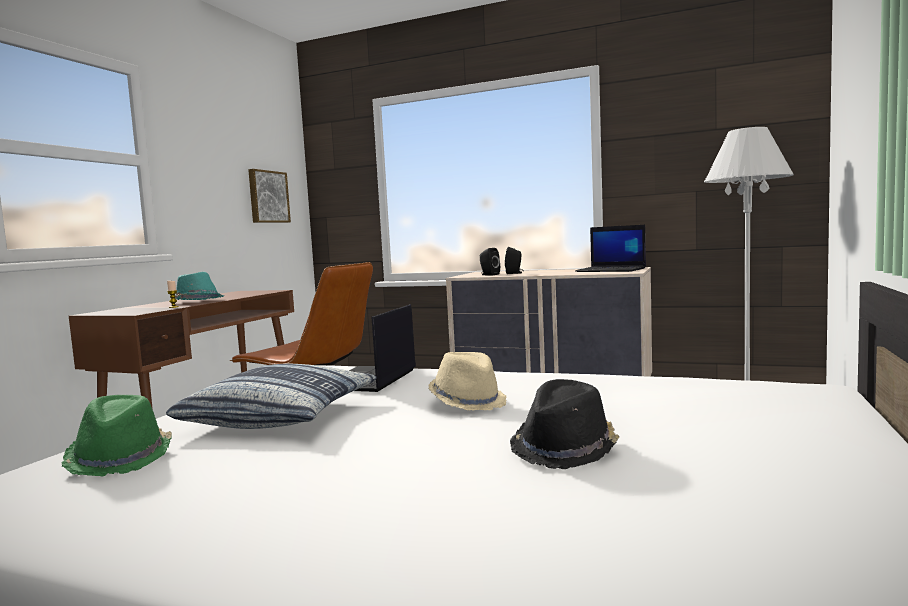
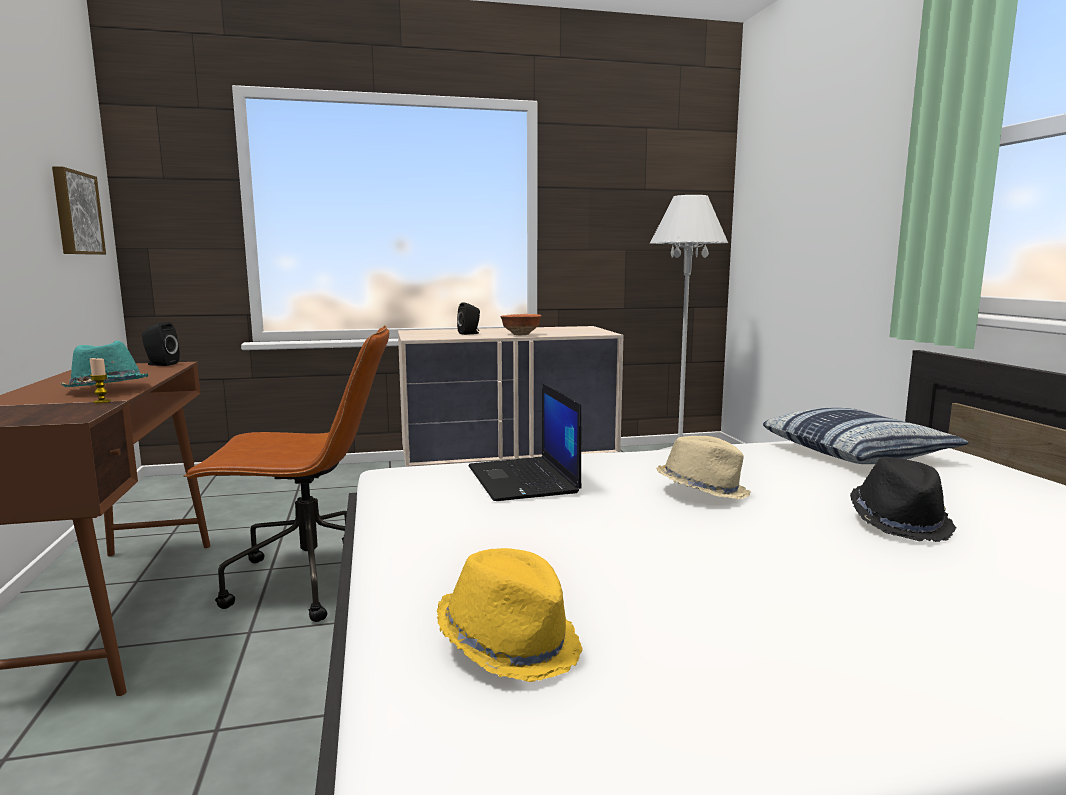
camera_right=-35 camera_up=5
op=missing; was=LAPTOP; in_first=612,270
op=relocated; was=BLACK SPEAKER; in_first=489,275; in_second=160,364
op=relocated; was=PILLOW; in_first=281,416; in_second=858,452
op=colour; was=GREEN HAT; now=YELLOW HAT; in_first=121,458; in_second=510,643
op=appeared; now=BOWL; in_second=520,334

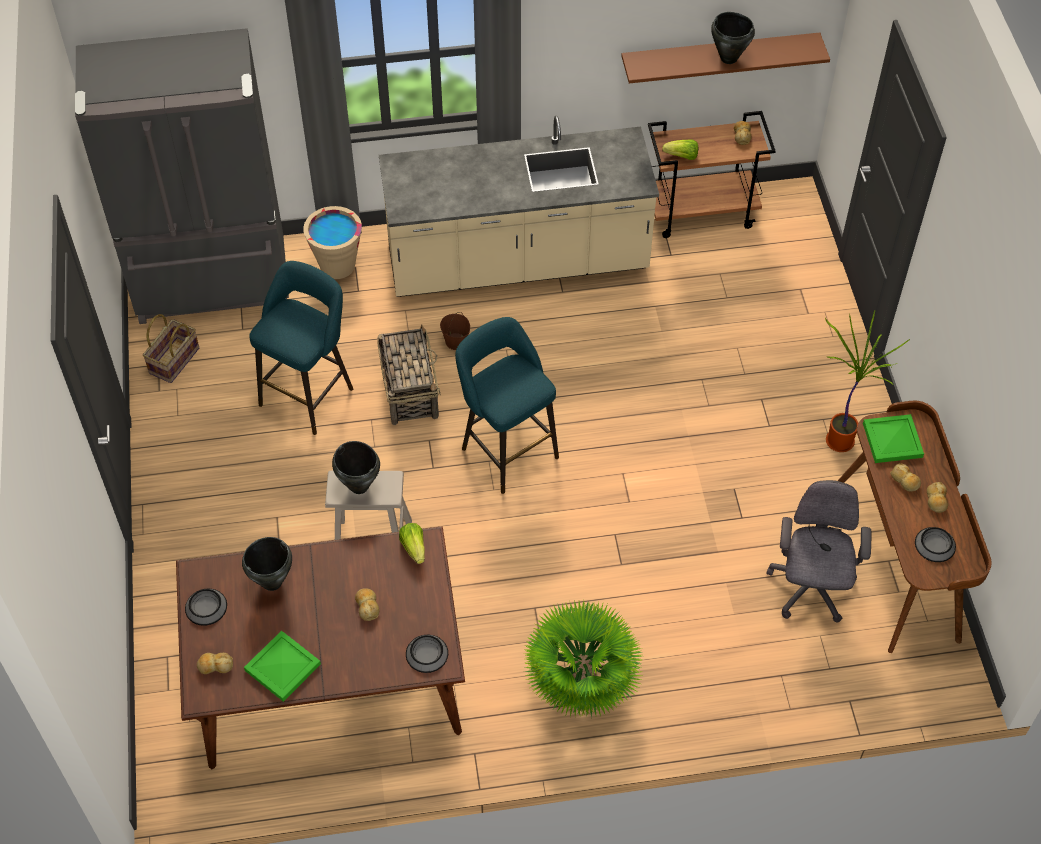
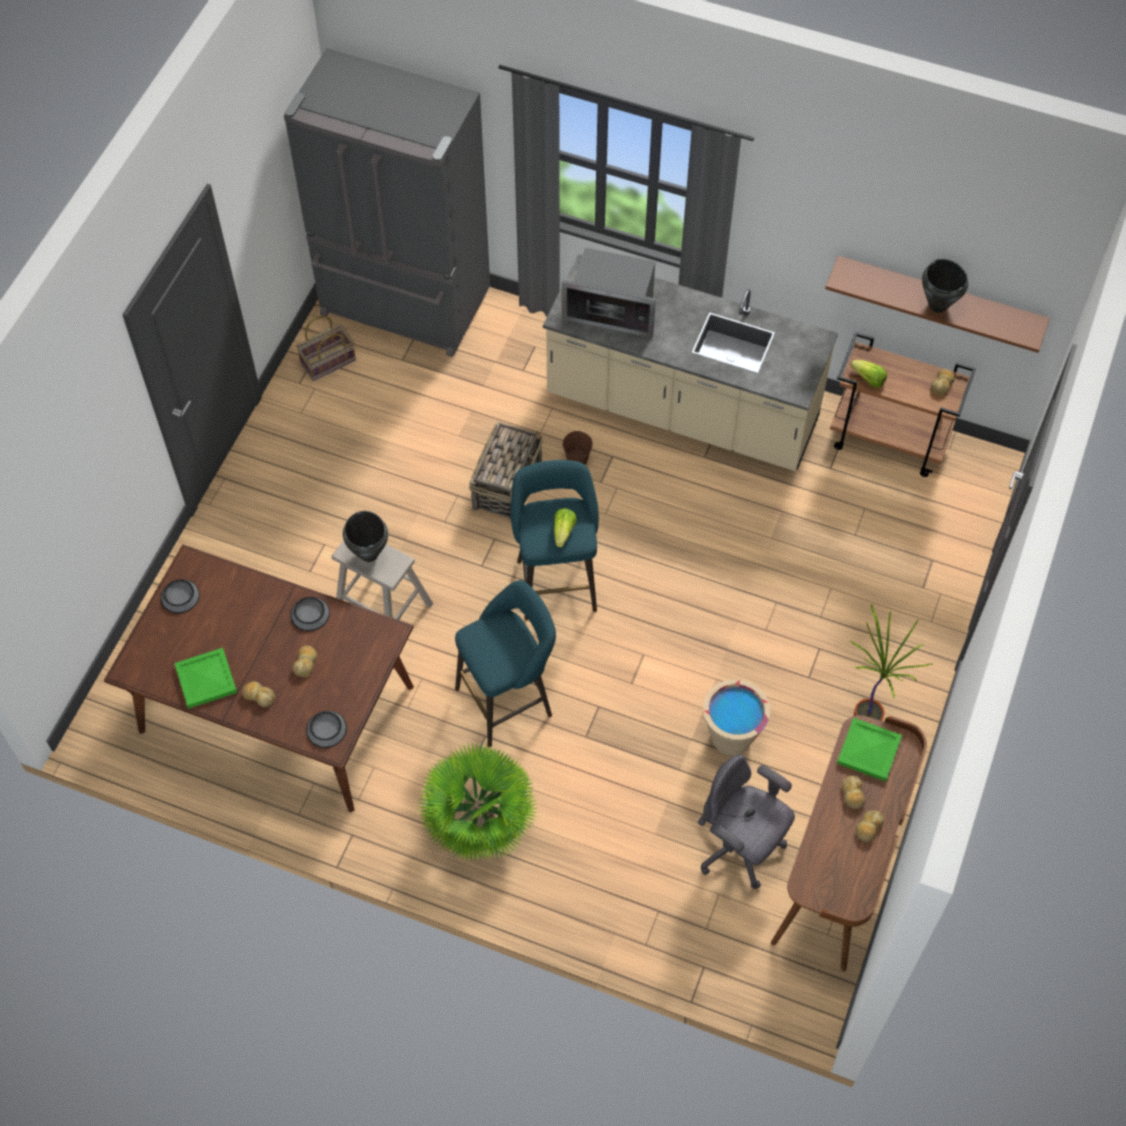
camera_right=30 camera_up=5
op=relocated; was=BEIGE BUCKET; in_first=337,266; in_second=731,737
op=relocated; was=TURQUOISE STOOL; in_first=309,393; in_second=509,699
op=spun; was=GREY OFFICE CHAIR; in_first=810,588; in_second=739,847; clockwise=-90
op=relocated; was=LETTUCE; in_first=414,547; in_second=563,531
op=relocated; was=BOWL; in_first=935,544; in_second=309,614
op=missing; was=BLACK COOKING POT; in_first=271,582
op=relocated; was=BREAD; in_first=215,665; in_second=258,696
op=appeared; now=MICROWAVE; in_second=612,310

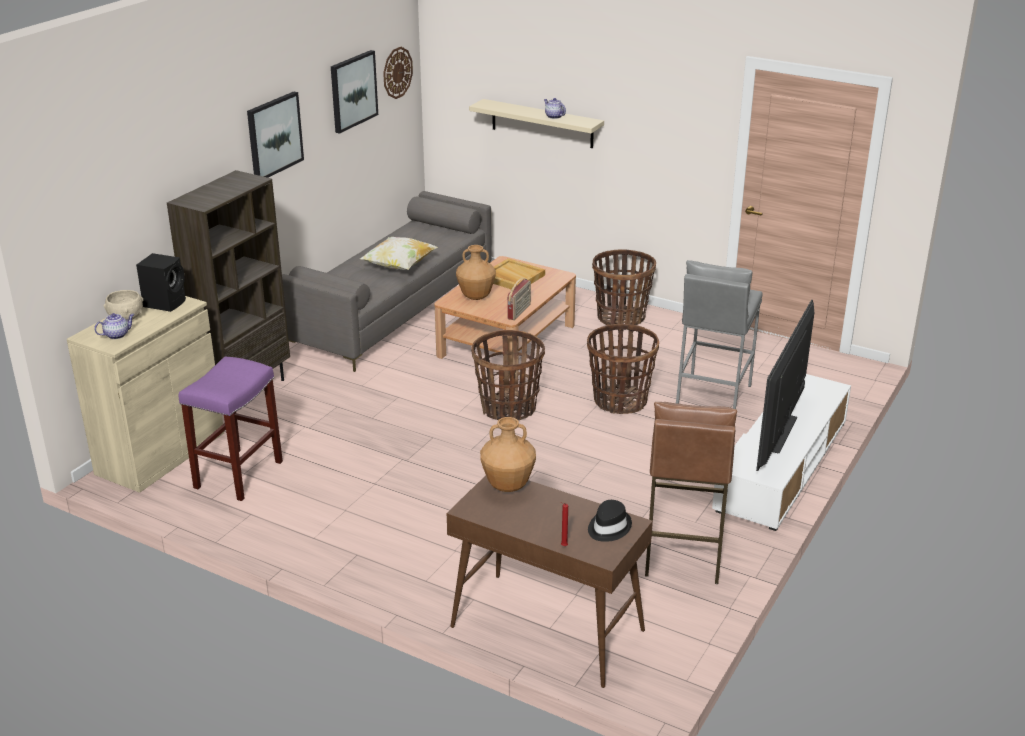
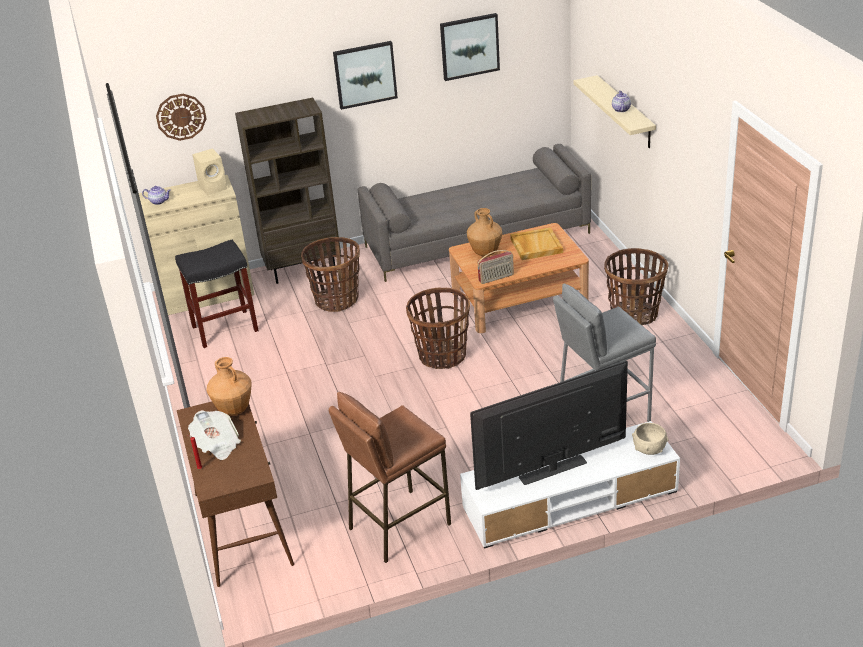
camera_right=45 camera_up=5
op=relocated; was=WALL CLOCK; in_first=397,72; in_second=181,116
op=missing; was=PILLOW; in_first=399,266
op=colour; was=BLACK SPEAKER; now=BEIGE SPEAKER; in_first=166,303; in_second=214,187
op=relocated; was=BEIGE BOWL; in_first=126,318; in_second=649,449
op=relocated; was=BASKET; in_first=619,401; in_second=337,300
op=colour; was=PURPLE STOOL; now=BLACK STOOL; in_first=238,475; in_second=224,329
op=missing; was=BLACK HAT; in_first=608,527
op=appeared; now=NEWSPAPER; in_second=217,445

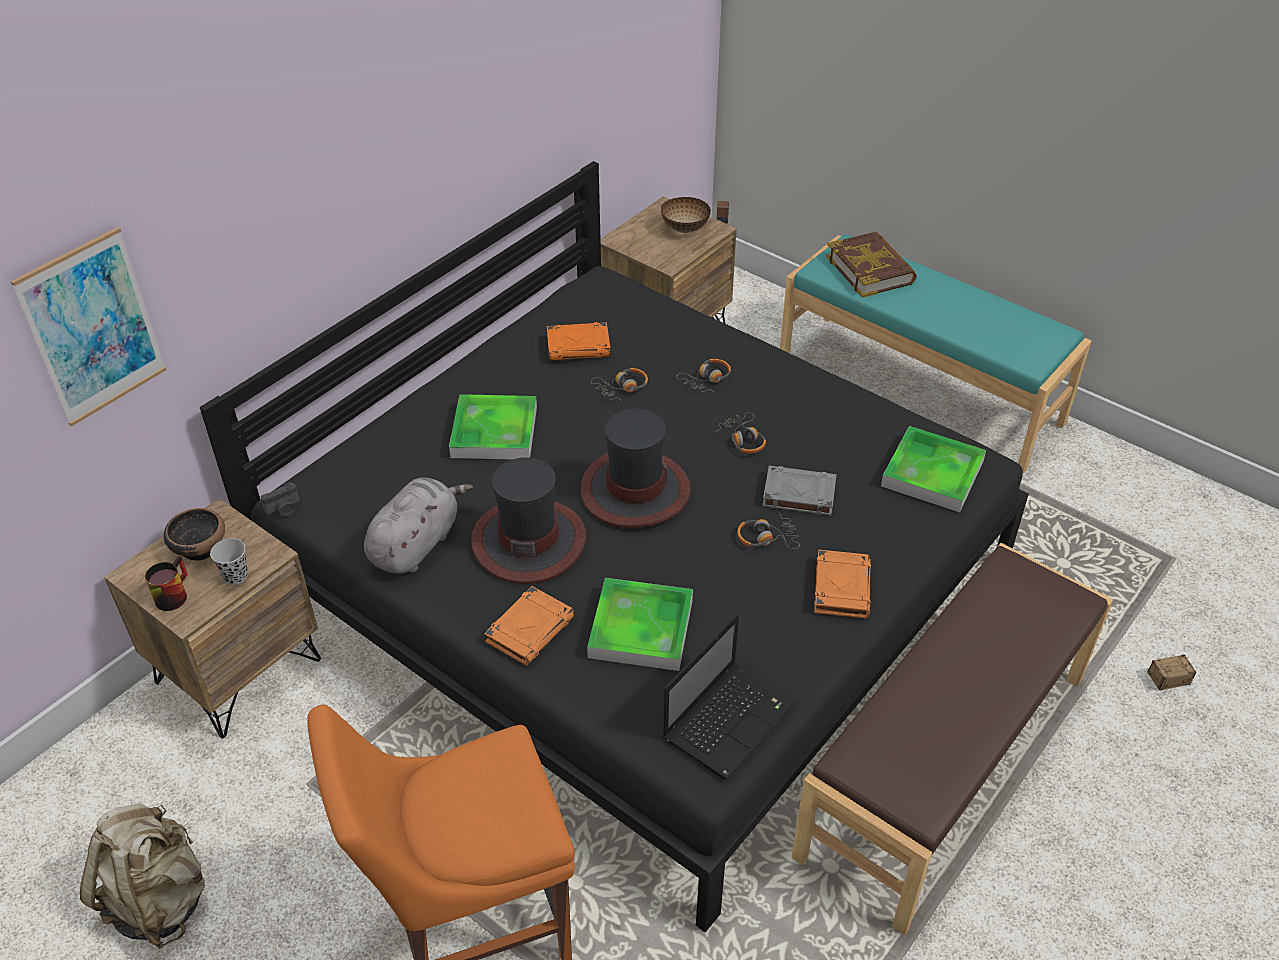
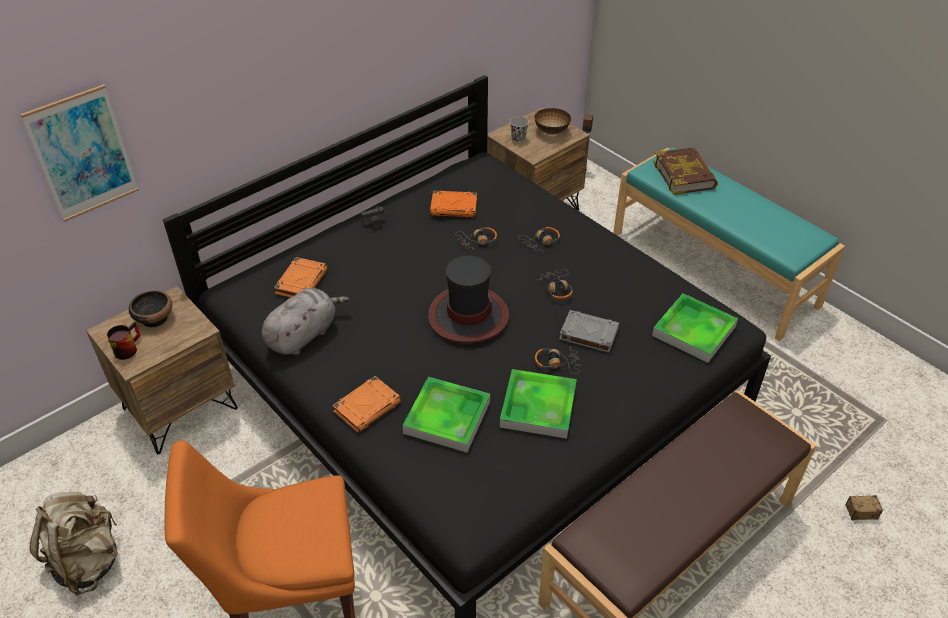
camera_right=10 camera_up=0
op=relocated; was=TRAY; in_first=494,432; in_second=538,407
op=missing; was=HAT; in_first=529,540
op=relocated; was=PHOTO CAMERA; in_first=284,509; in_second=374,224
op=relocated; was=BLACK CUP; in_first=236,576; in_second=518,139
op=relocated; was=ORANGE BOOK; in_first=841,587; in_second=302,281
op=missing; was=LAPTOP; in_first=730,719

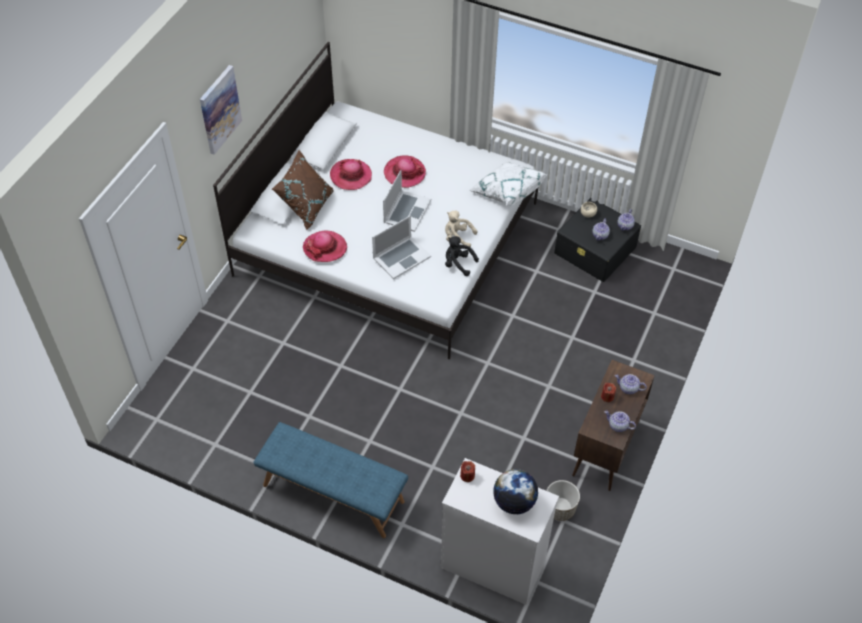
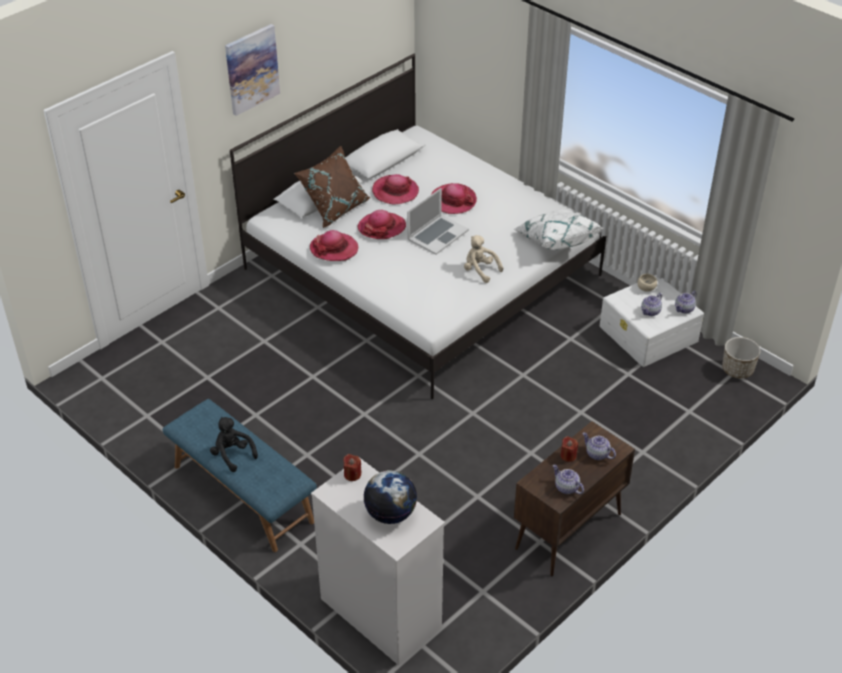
camera_right=20 camera_up=-10
op=colour; was=BLACK STORAGE BOX; now=WHITE STORAGE BOX; in_first=595,250; in_second=648,334
op=missing; was=LAPTOP; in_first=401,257
op=relocated; was=BLACK PLUSH TOY; in_first=458,263; in_second=232,455
op=relocated; was=PLANTER; in_first=560,508; in_second=737,369
op=appeared; now=HAT; in_second=382,227

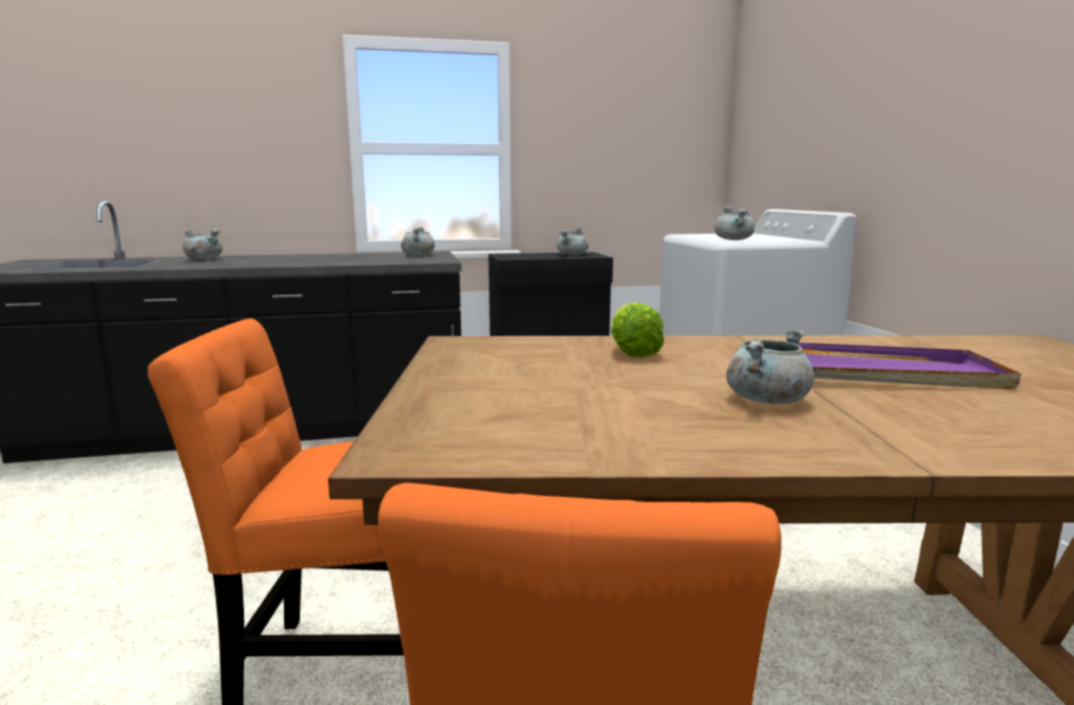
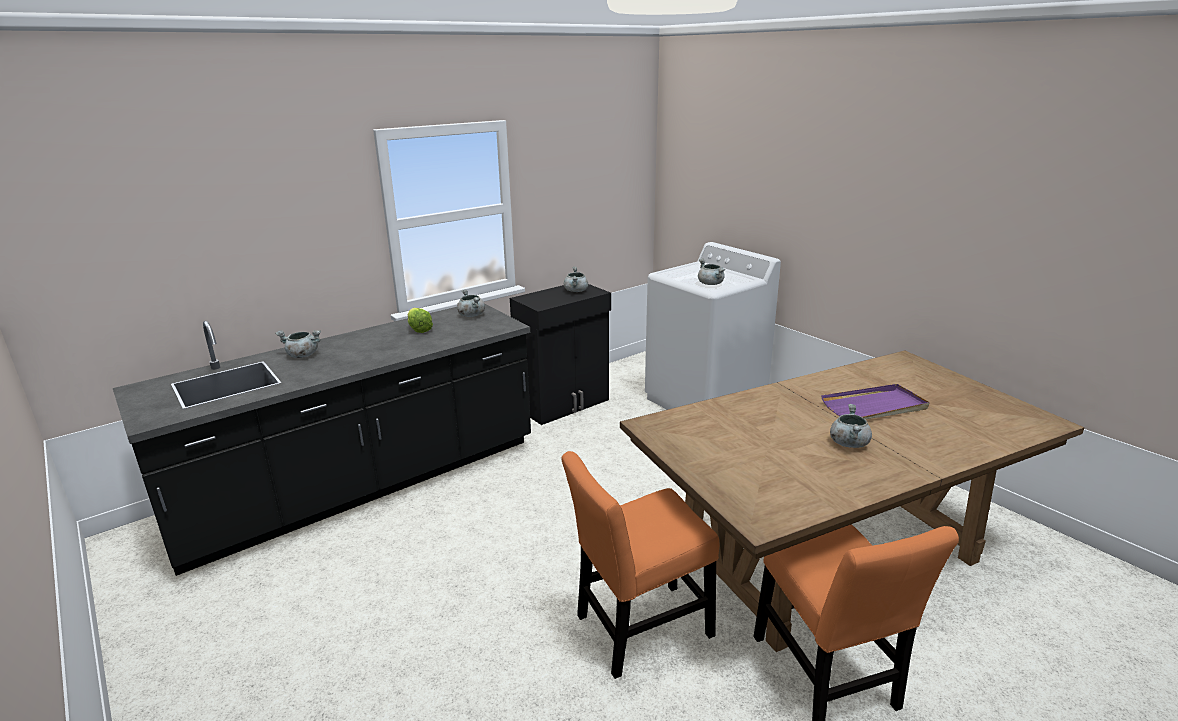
camera_right=-25 camera_up=10
op=relocated; was=LETTUCE; in_first=632,350; in_second=419,328

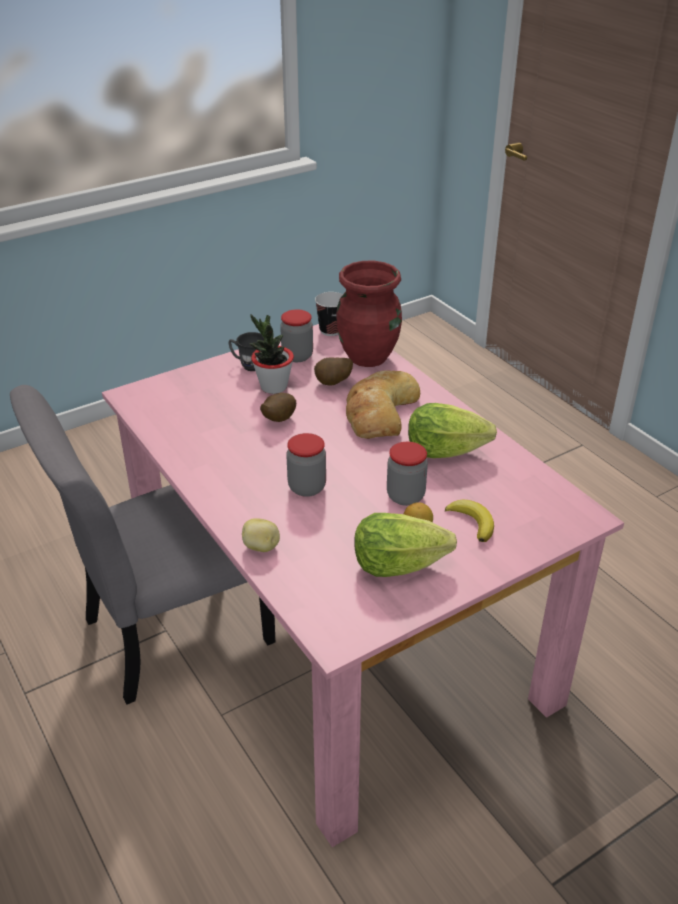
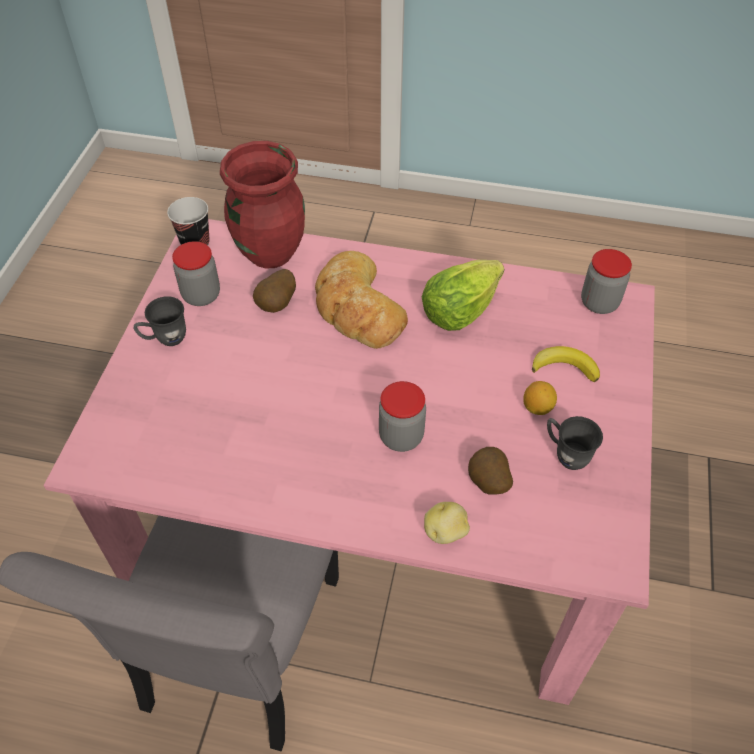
camera_right=-45 camera_up=15
op=missing; was=POTTED PLANT; in_first=273,387
op=relocated; was=POTATO; in_first=277,420; in_second=487,483
op=relocated; was=JAR; in_first=405,496; in_second=599,303
op=exchanged; was=LETTUCE; now=GREY MUG; in_first=397,564; in_second=566,454

